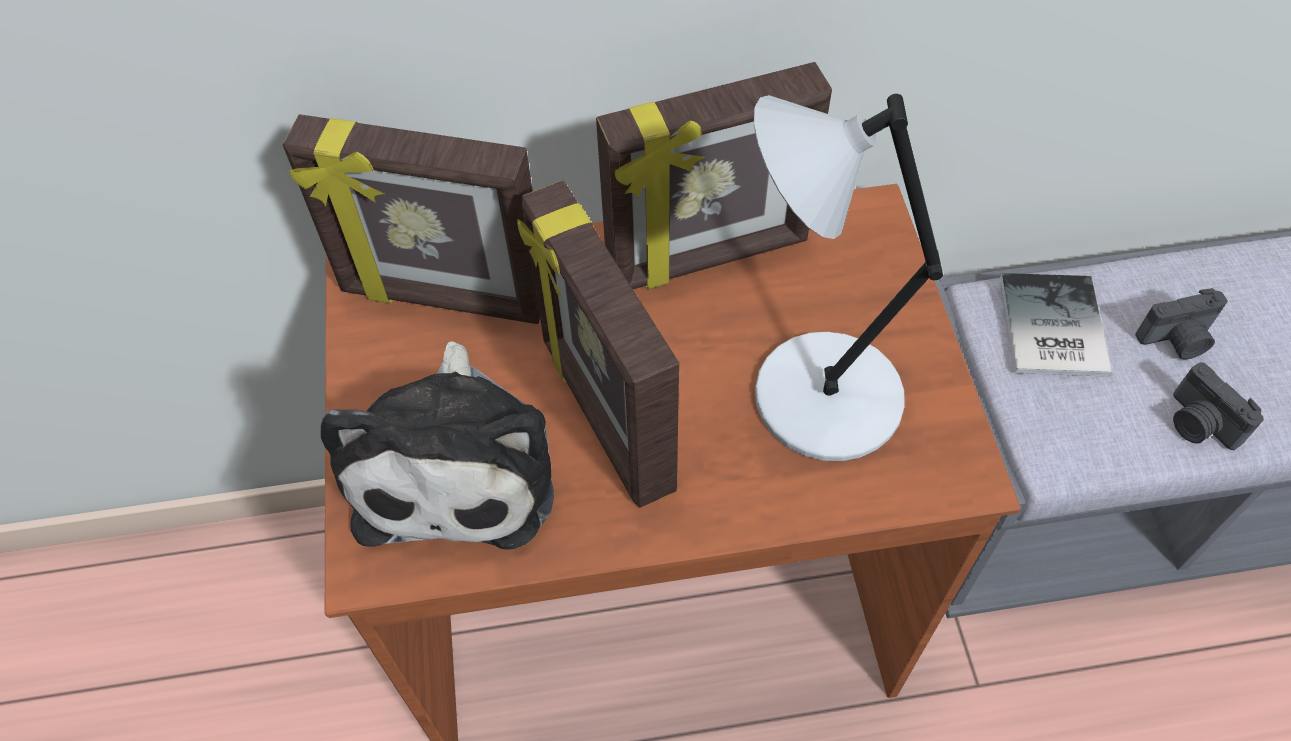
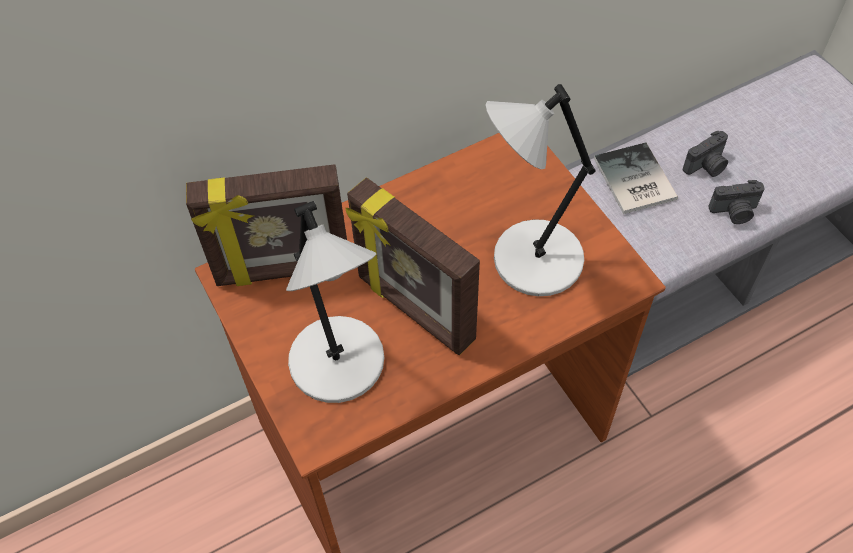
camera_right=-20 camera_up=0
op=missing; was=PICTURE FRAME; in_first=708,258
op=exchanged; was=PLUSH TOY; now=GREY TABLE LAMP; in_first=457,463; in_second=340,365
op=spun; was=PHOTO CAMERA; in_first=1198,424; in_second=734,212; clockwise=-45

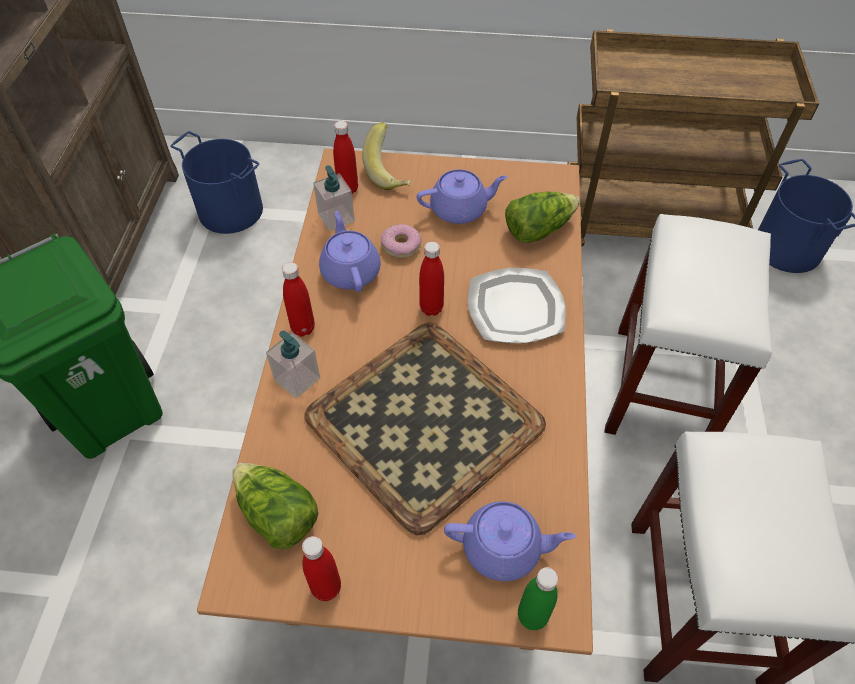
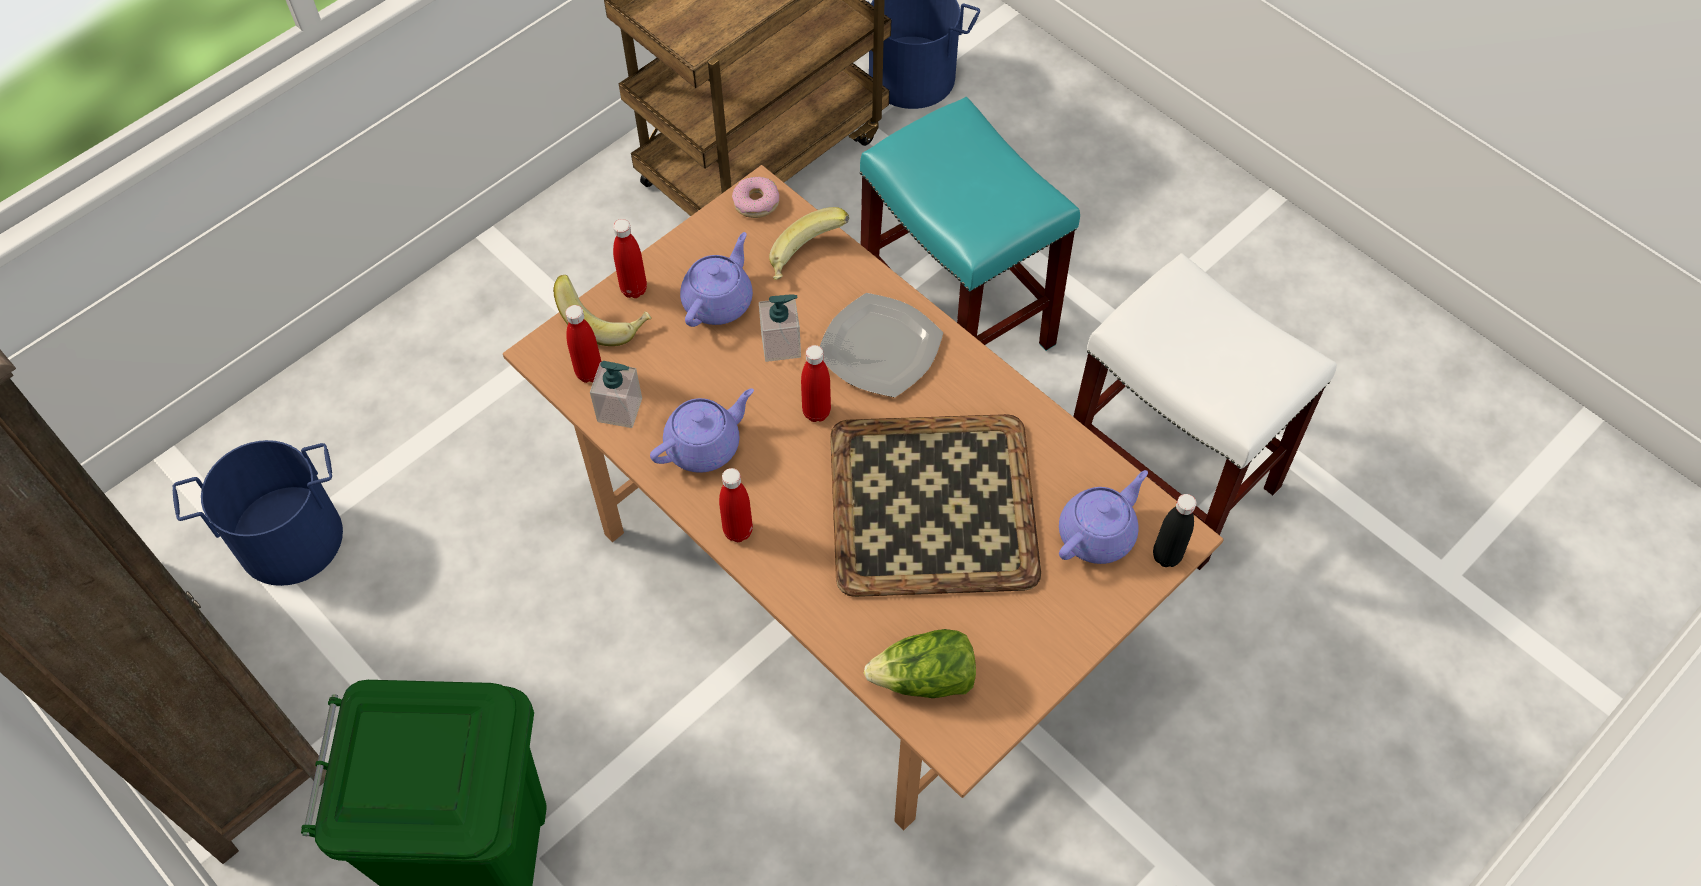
camera_right=-50 camera_up=5
op=exchanged; was=LETTUCE; now=BANANA; in_first=538,229; in_second=807,259
op=spun; was=PURPLE TEAPOT; in_first=350,271; in_second=704,445; clockwise=120
op=colour; was=WHITE STOOL; now=TURQUOISE STOOL; in_first=661,390; in_second=958,320
op=relocated; was=DONUT; in_first=401,246; in_second=756,202
op=relocated; was=SOAP DISPENSER; in_first=297,379; in_second=781,345
op=relocated; was=RED BOTTLE; in_first=326,587; in_second=634,289
op=colour; was=GREEN BOTTLE; now=BLACK BOTTLE; in_first=532,616; in_second=1166,556

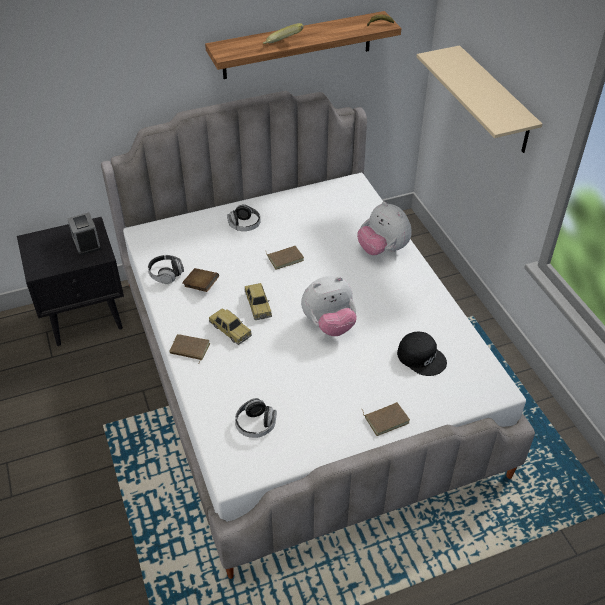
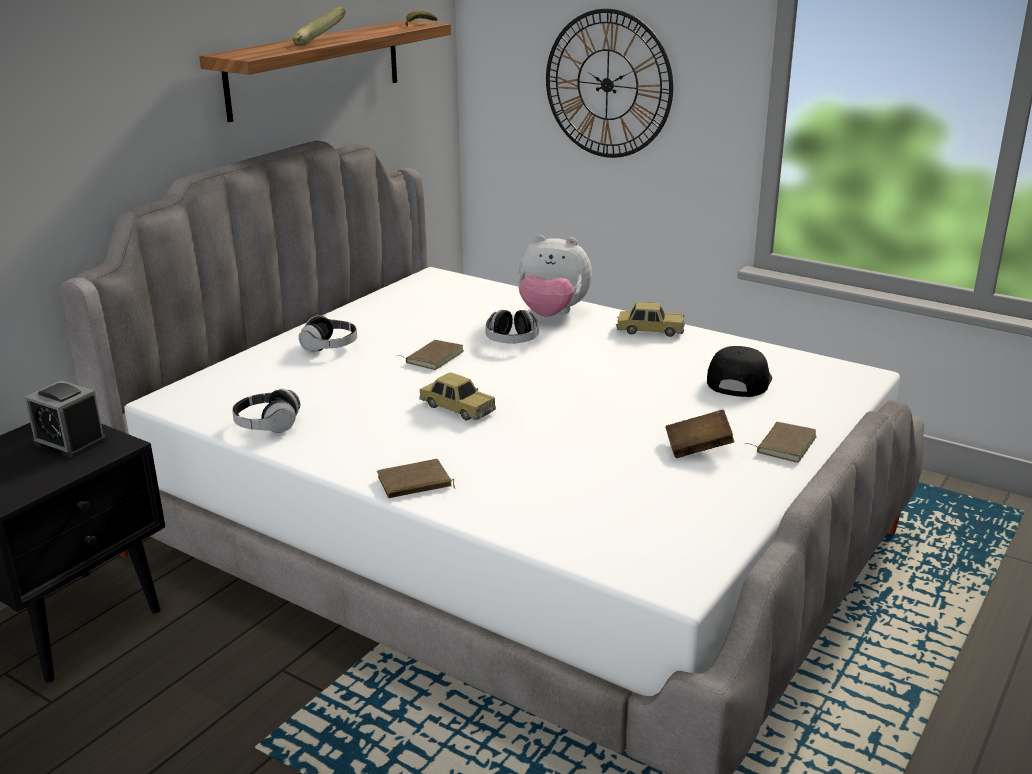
camera_right=-35 camera_up=-20
op=exchanged; was=BEIGE SHELF; now=WALL CLOCK; in_first=494,100; in_second=607,84
op=relocated; was=BROWN BOOK; in_first=201,286; in_second=698,448
op=missing; was=PLUSH TOY; in_first=329,324
op=relocated; was=TOY CAR; in_first=230,330; in_second=649,330
op=spun; was=BLACK CAP; in_first=421,357; in_second=738,380; clockwise=-75
op=relocated; was=HEADPHONES; in_first=255,425; in_second=512,341

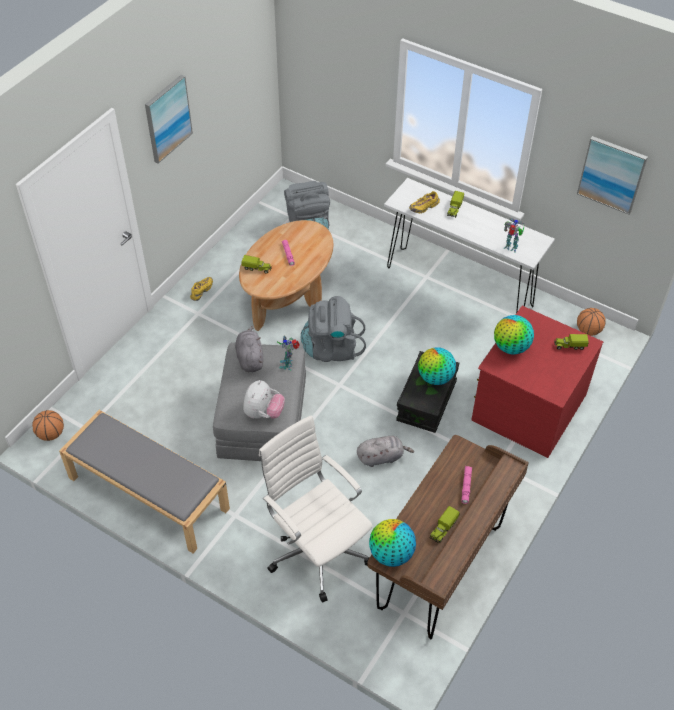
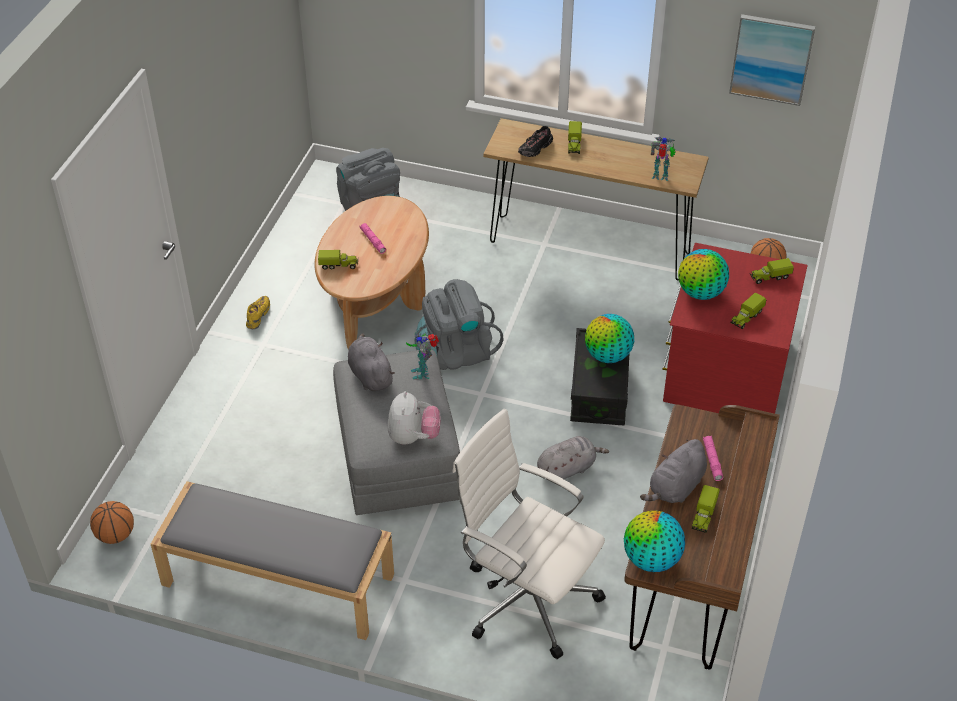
camera_right=-15 camera_up=-5
op=missing; was=PICTURE; in_first=167,118
op=colour; was=WHITE CONSOLE TABLE; now=BROWN CONSOLE TABLE; in_first=458,286; in_second=589,247
op=colour; was=YELLOW SHOE; now=BLACK SHOE; in_first=424,207; in_second=535,149
op=appeared; now=TOY TRUCK; in_second=746,317
op=appeared; now=GREY PLUSH TOY; in_second=675,488

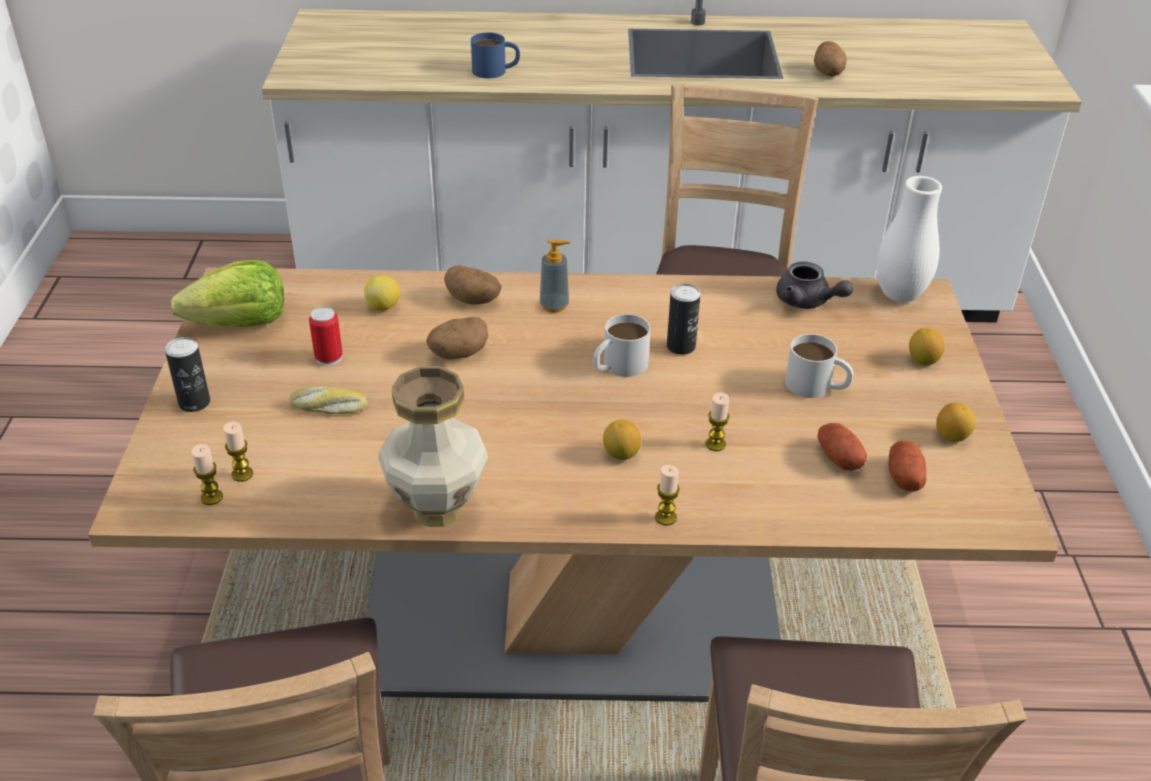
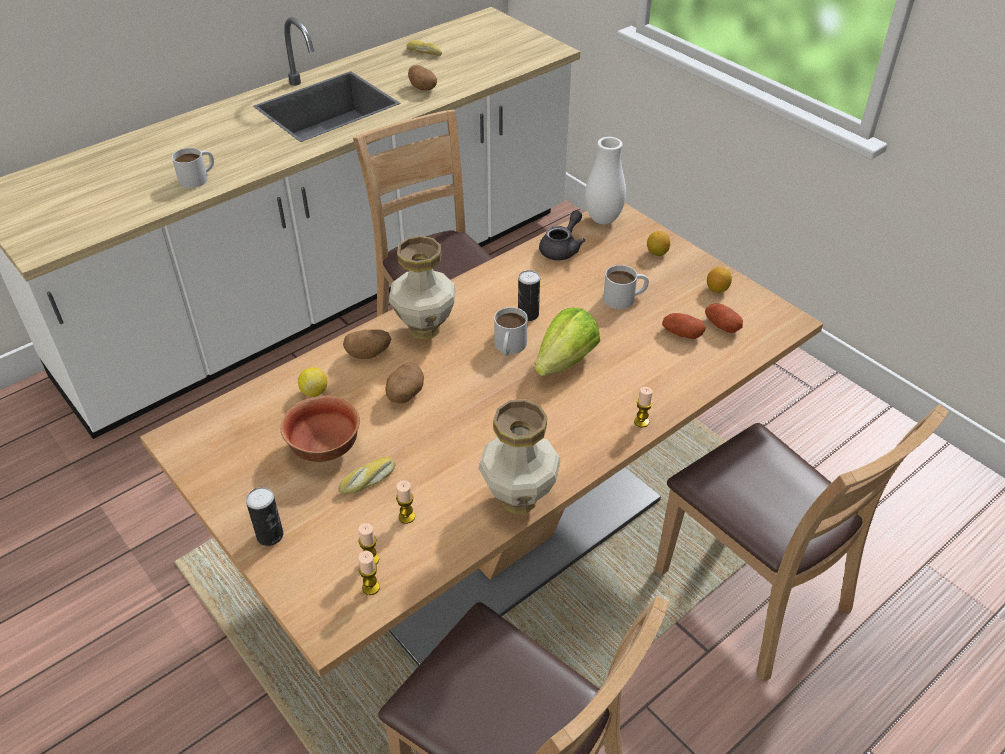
camera_right=-40 camera_up=5
op=colour; was=BLUE MUG; now=WHITE MUG; in_first=496,71; in_second=198,177
op=exchanged; was=SOAP DISPENSER; now=VASE; in_first=554,305; in_second=424,329
op=relocated; was=LETTUCE; in_first=240,324; in_second=565,361
op=spun; was=GREY TEAPOT; in_first=808,302; in_second=562,249; clockwise=-60
op=exchanged; was=CAN; now=BOWL; in_first=329,358; in_second=323,448
op=relocated; was=CANDLE; in_first=715,444; in_second=406,517
op=missing; was=LEMON; in_first=621,454
op=appeared; now=BREAD; in_second=424,52

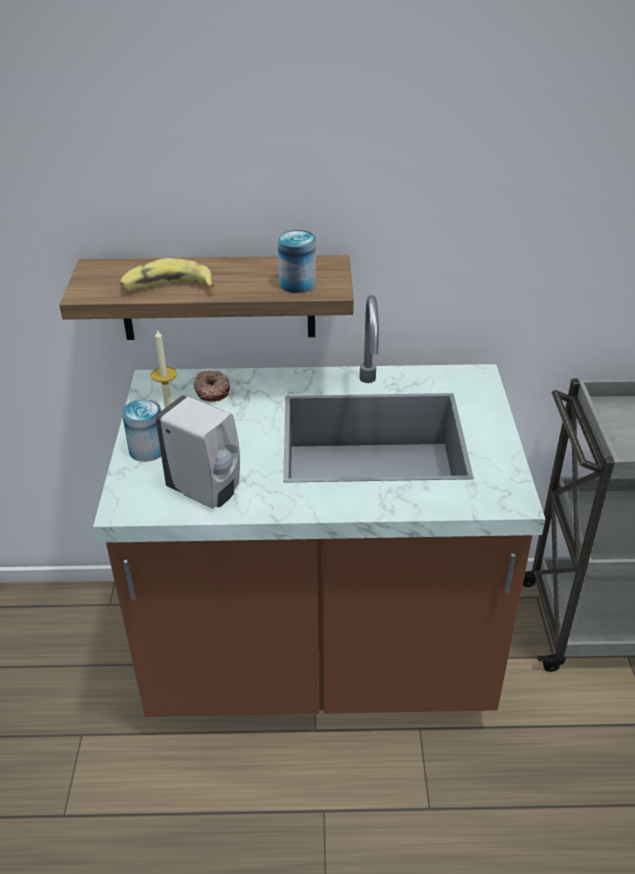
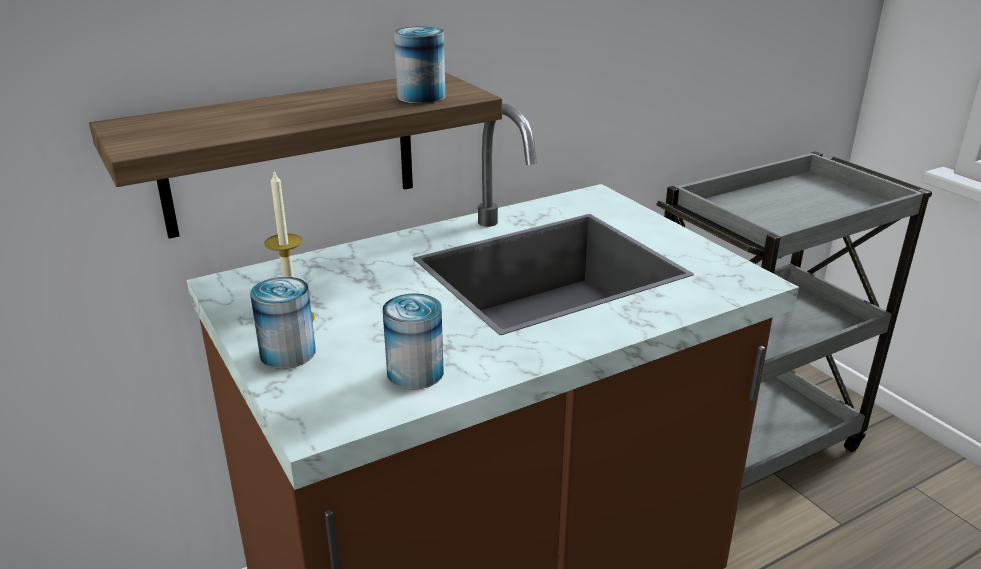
camera_right=-30 camera_up=-10
op=missing; was=BANANA; in_first=167,288
op=missing; was=DONUT; in_first=213,391
op=exchanged; was=WHITE SOAP DISPENSER; now=CAN; in_first=206,492; in_second=415,373

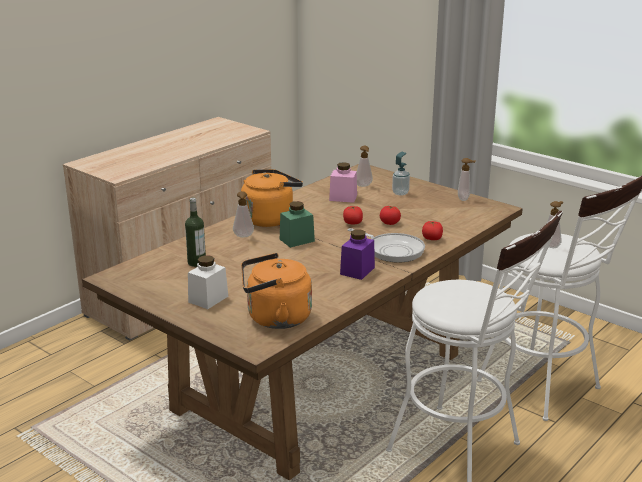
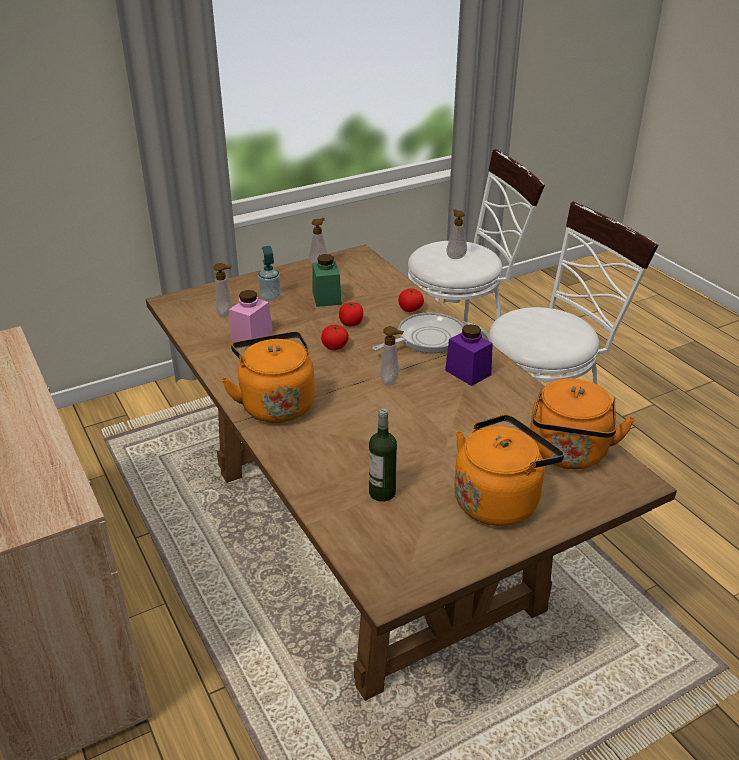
camera_right=-70 camera_up=10
op=relocated; was=SOAP DISPENSER; in_first=243,236; in_second=391,381
op=relocated; was=GREEN JAR; in_first=297,240; in_second=326,297
op=exchanged; was=WHITE JAR; now=ORANGE KETTLE; in_first=208,299; in_second=499,500

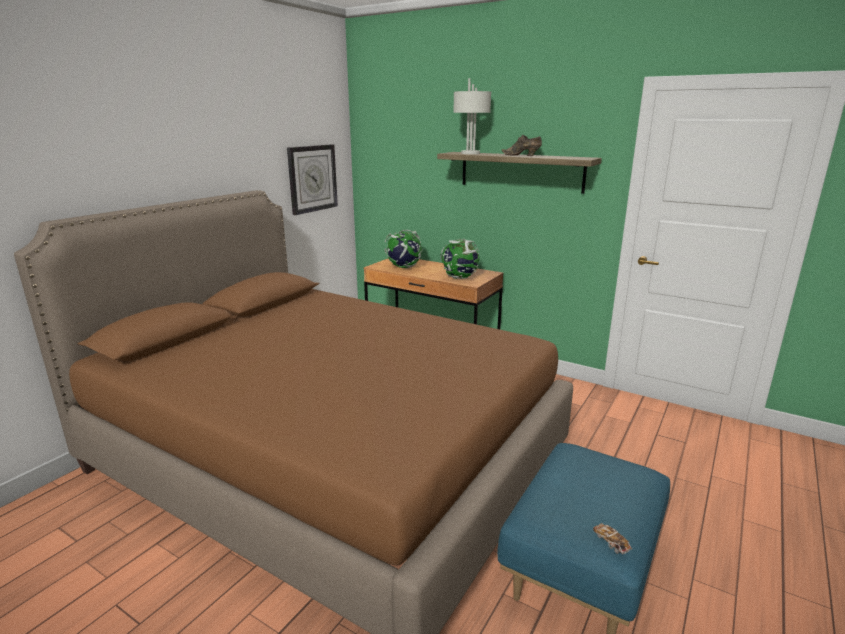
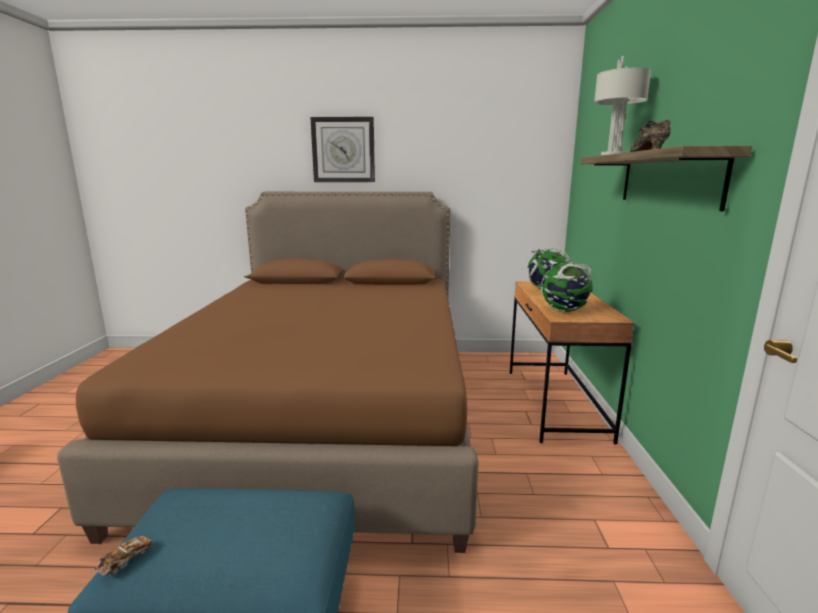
camera_right=60 camera_up=-5
op=relocated; was=WALL CLOCK; in_first=312,178; in_second=343,150

